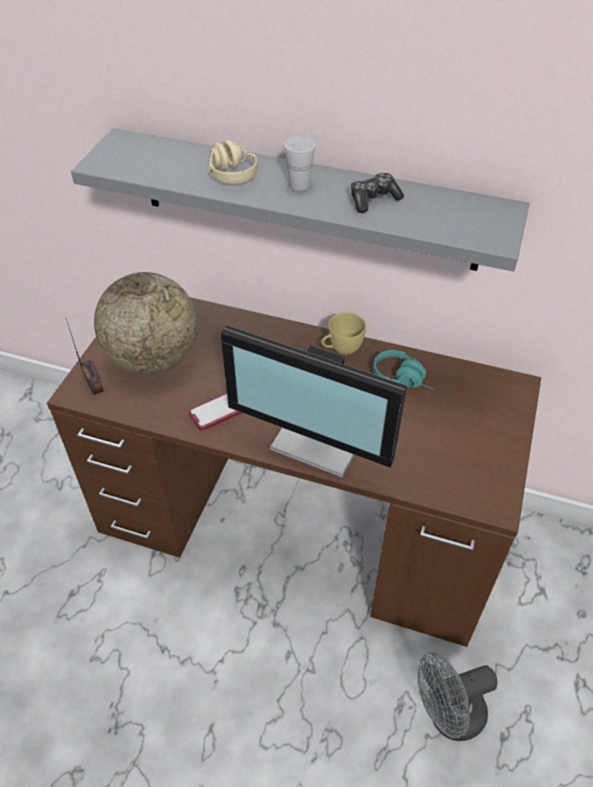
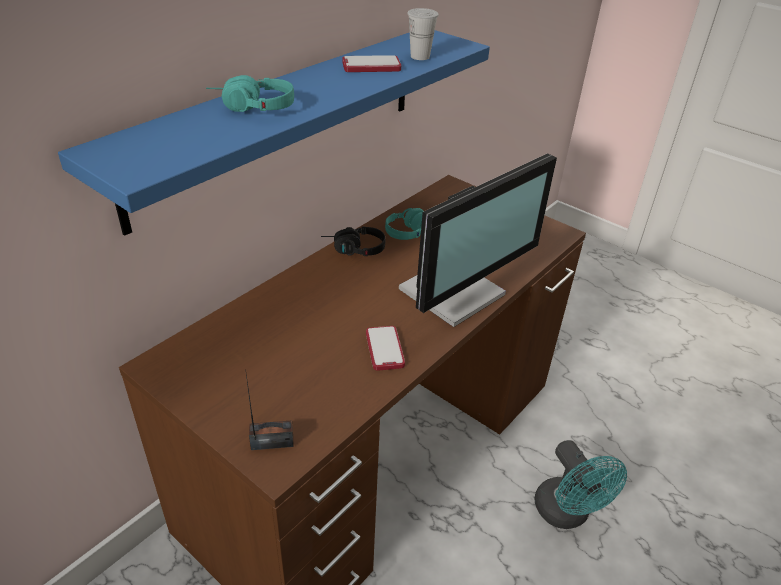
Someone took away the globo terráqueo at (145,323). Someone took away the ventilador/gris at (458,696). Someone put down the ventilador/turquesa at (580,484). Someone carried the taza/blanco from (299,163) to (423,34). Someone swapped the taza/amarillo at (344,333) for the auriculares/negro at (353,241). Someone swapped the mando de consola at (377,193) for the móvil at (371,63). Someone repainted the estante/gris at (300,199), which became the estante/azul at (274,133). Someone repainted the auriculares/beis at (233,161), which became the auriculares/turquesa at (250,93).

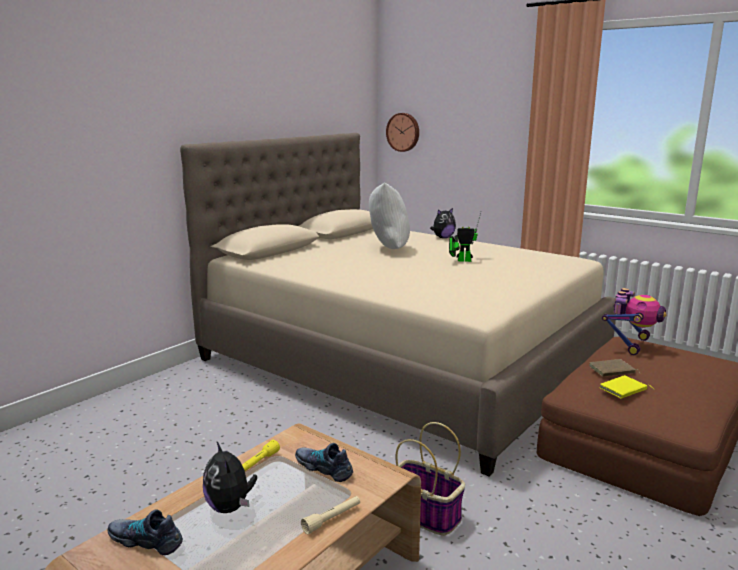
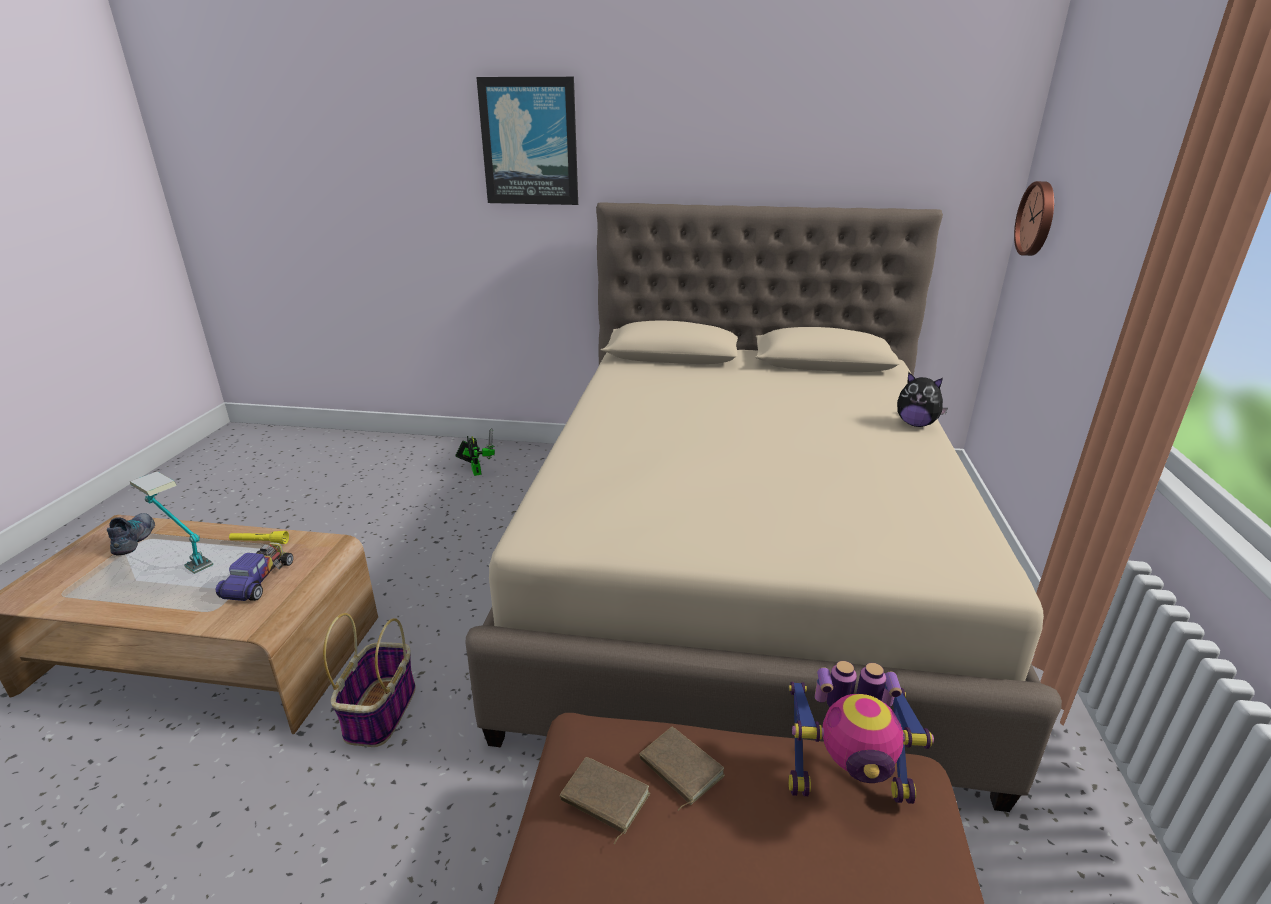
Someone took away the linterna/beis at (330,515). Someone took away the cojín/blanco at (389,215). Someone put up the cuadro at (527,141). Someone carried the robot de juguete from (465,237) to (475,452). Someone swapped the peluche at (230,477) for the lámpara de mesa at (171,522). Someone swapped the zapato at (324,462) for the coche de juguete at (254,572). Someone repainted the libro/amarillo at (627,387), which became the libro/marrón at (605,800).

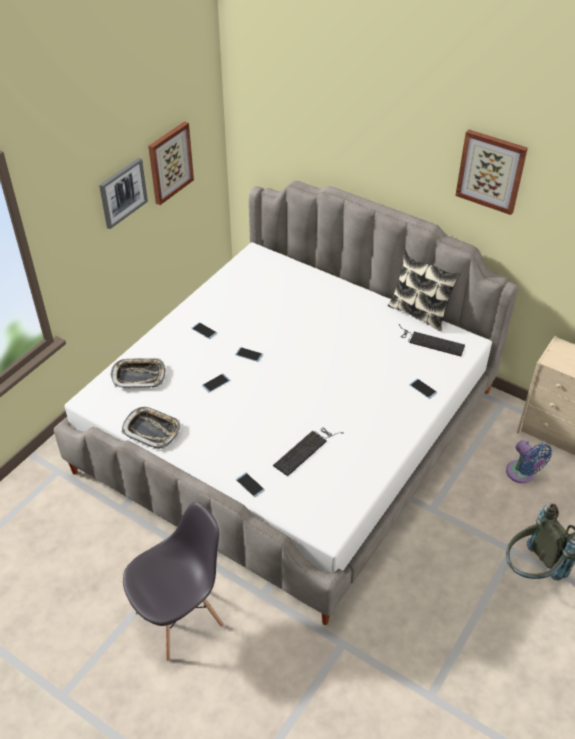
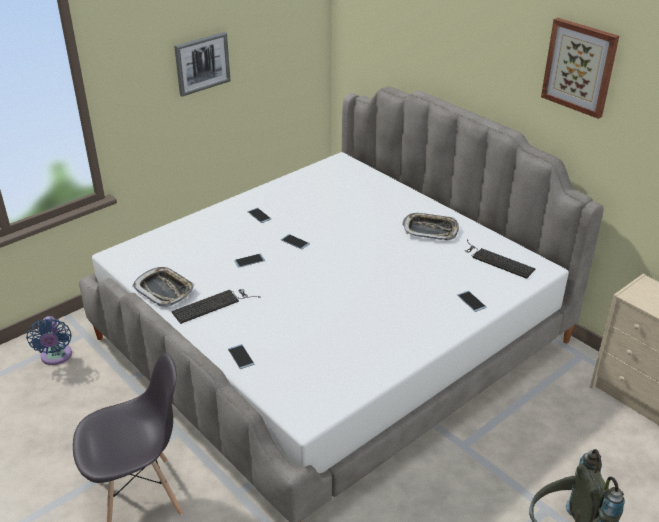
Someone took away the cuadro at (171,163). Someone took away the cojín at (424,291). Someone carried the bandeja from (138,373) to (430,226). Someone carried the teclado from (308,451) to (216,306). Someone carried the ventilador/azul from (529,461) to (49,340).

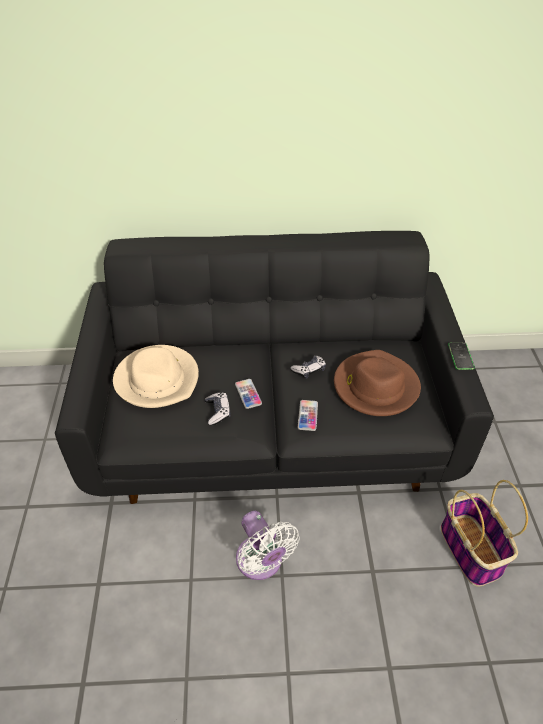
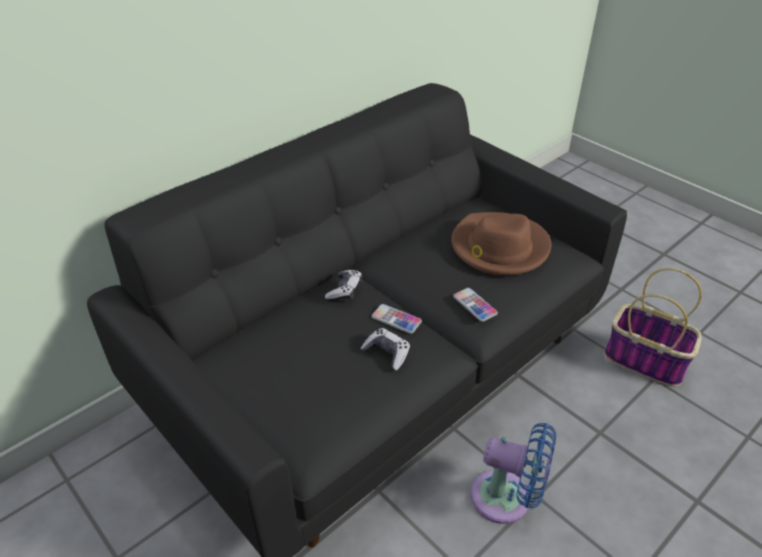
Someone took away the sombrero/beis at (156,376). Someone took away the móvil at (461,356). Someone carried the mando de consola from (308,367) to (343,285). Someone repainted the ventilador/blanco at (267,545), which became the ventilador/azul at (513,473).

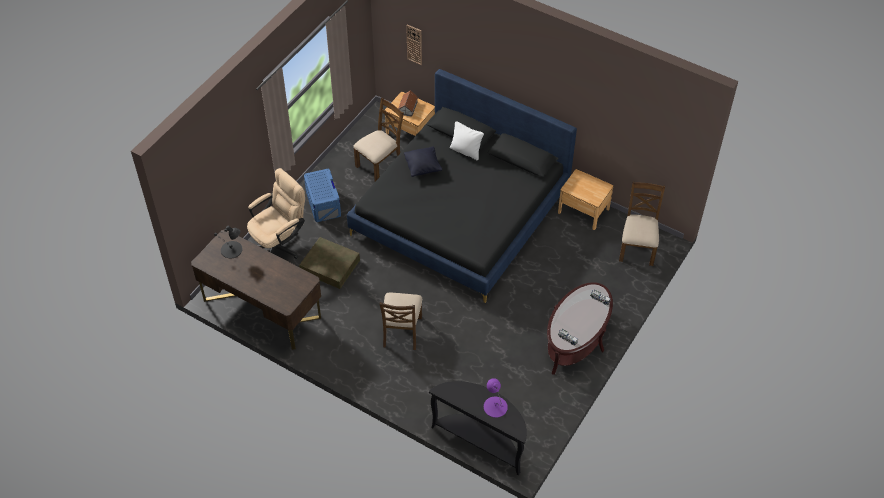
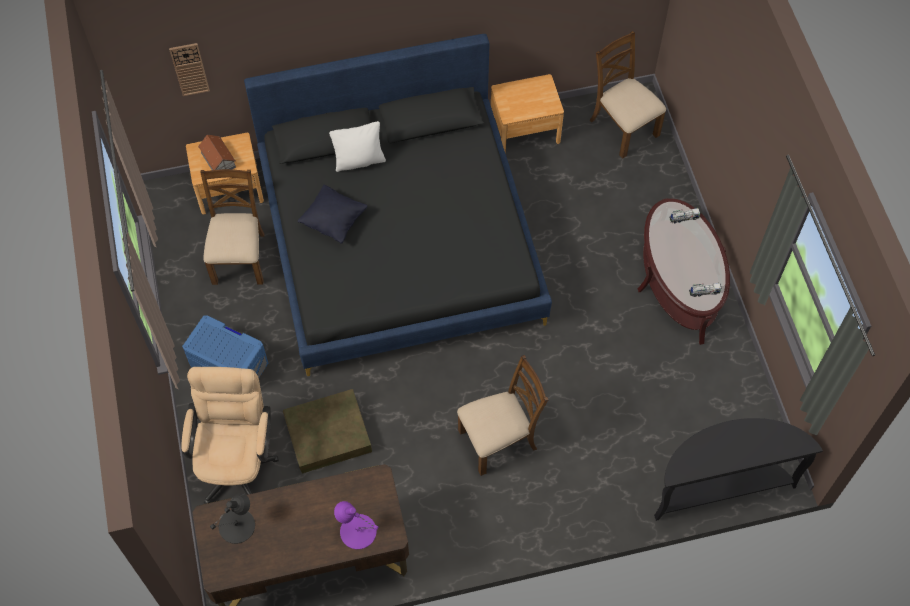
Someone carried the lámpara de mesa/morado from (496,398) to (356,525). Someone rotated the silla/marrón at (400,321) by 75 degrees counterclockwise.

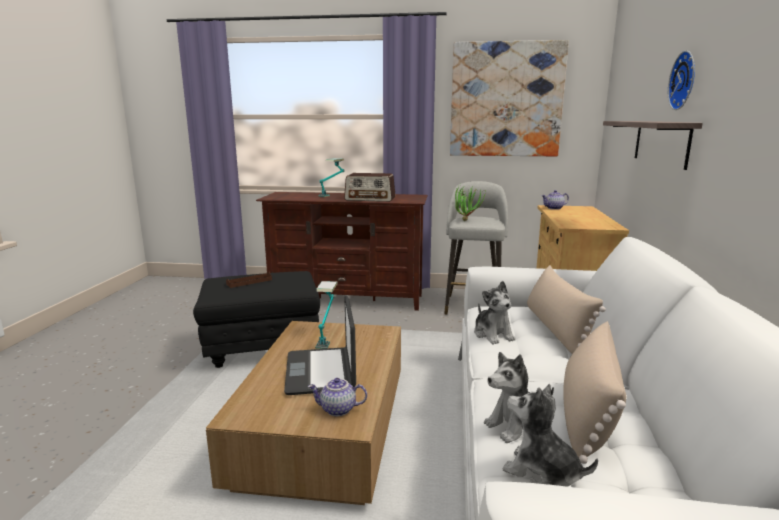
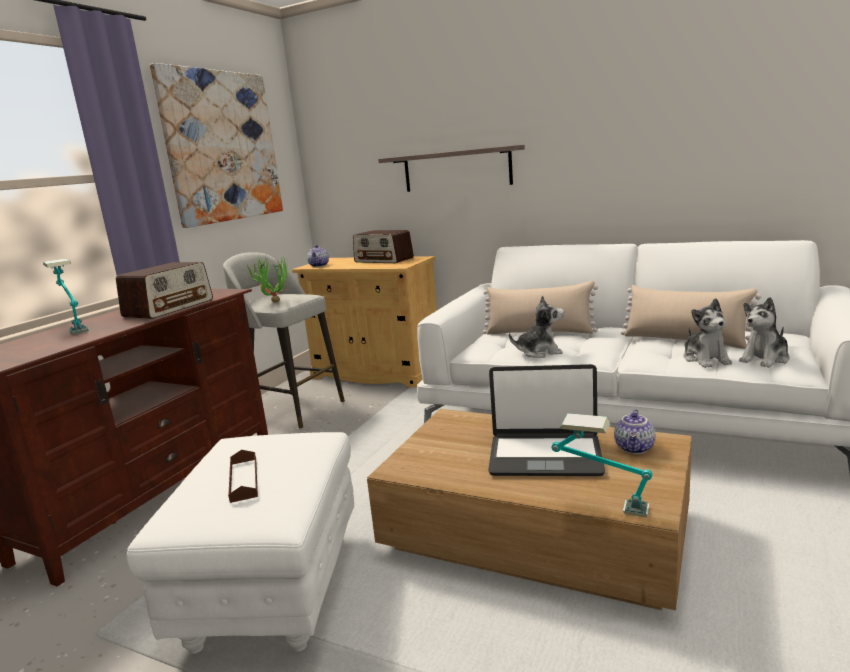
Someone took away the reloj de pared at (681,80). Someone put down the radio at (383,246). Someone carried the lámpara de mesa from (326,315) to (601,465). Someone repainted the puf/negro at (256,319), which became the puf/blanco at (240,543).

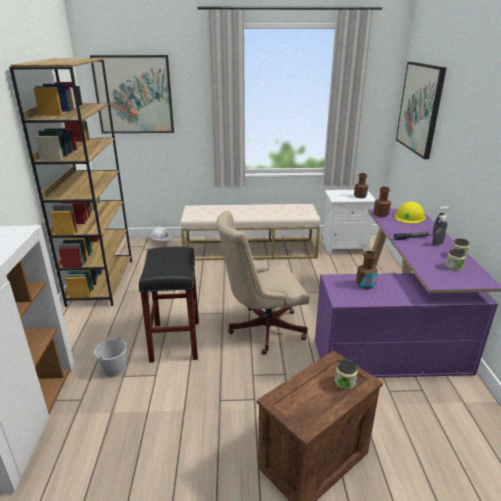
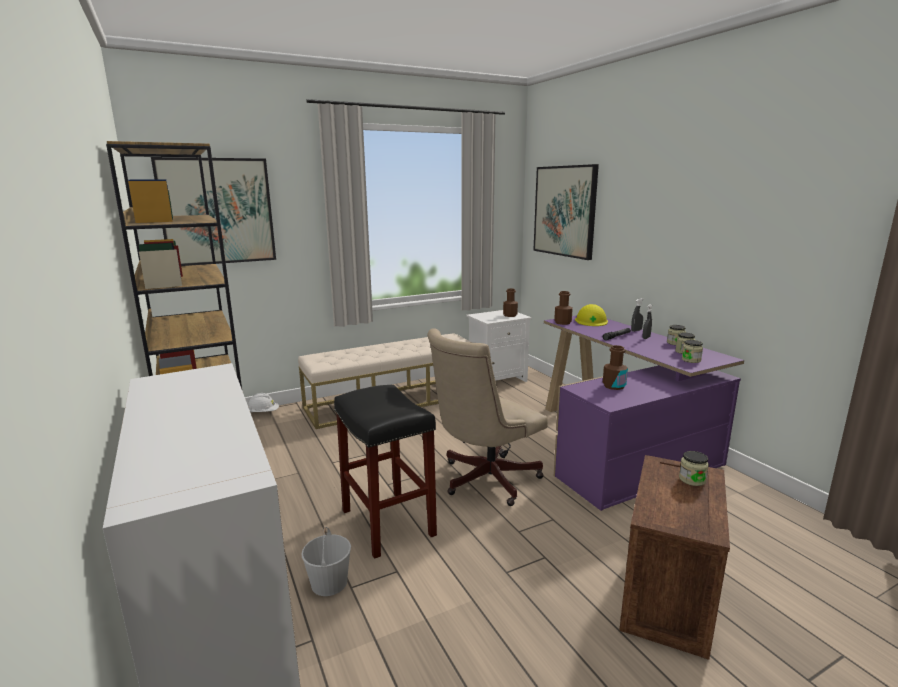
Someone put down the tarro at (692,351).

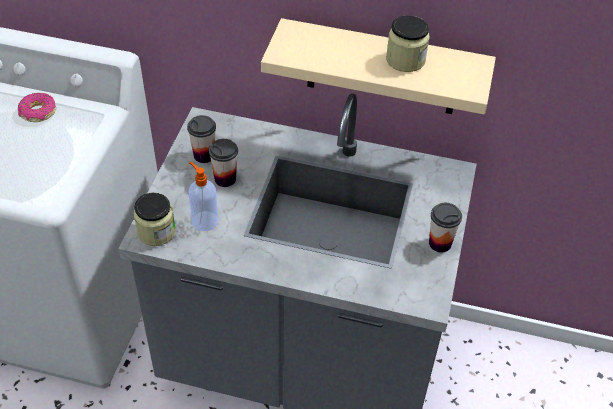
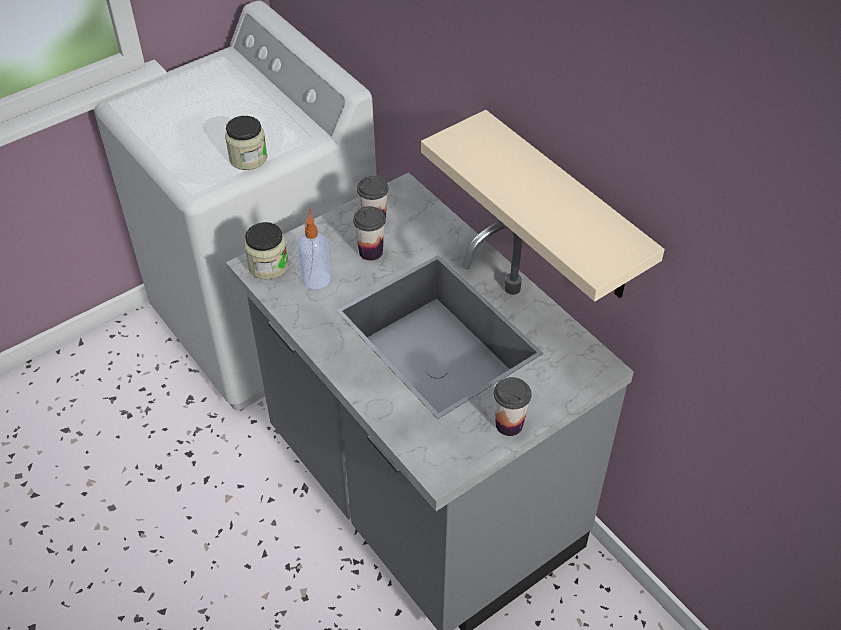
Someone took away the rosquilla at (37,107). Someone carried the tarro from (408,44) to (246,143).

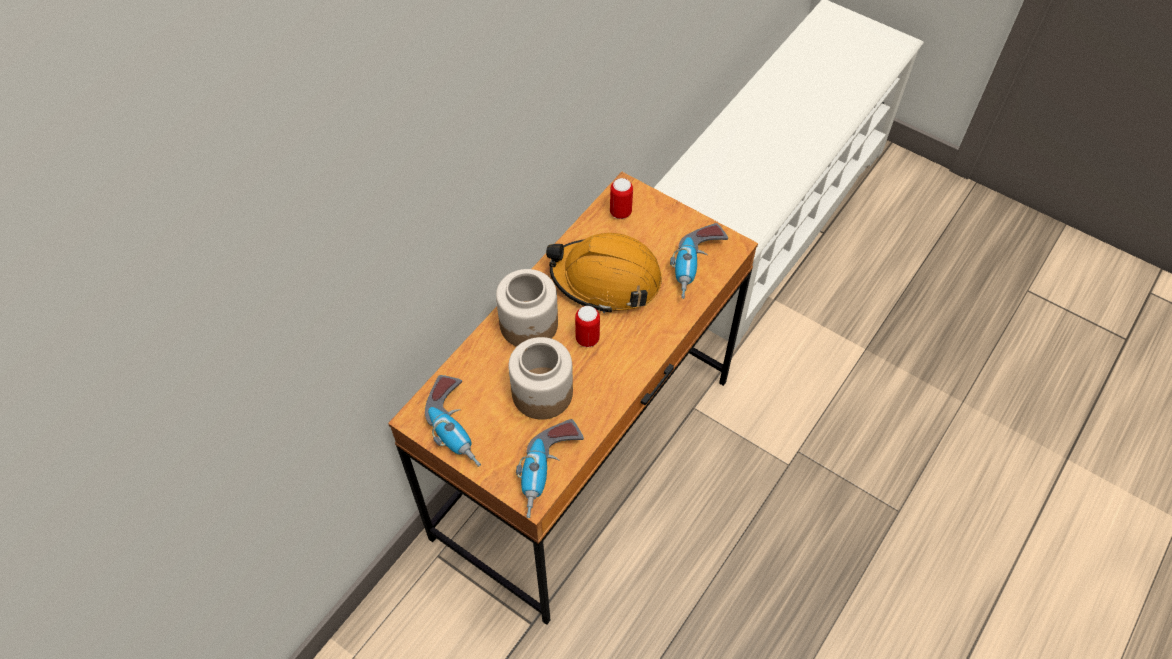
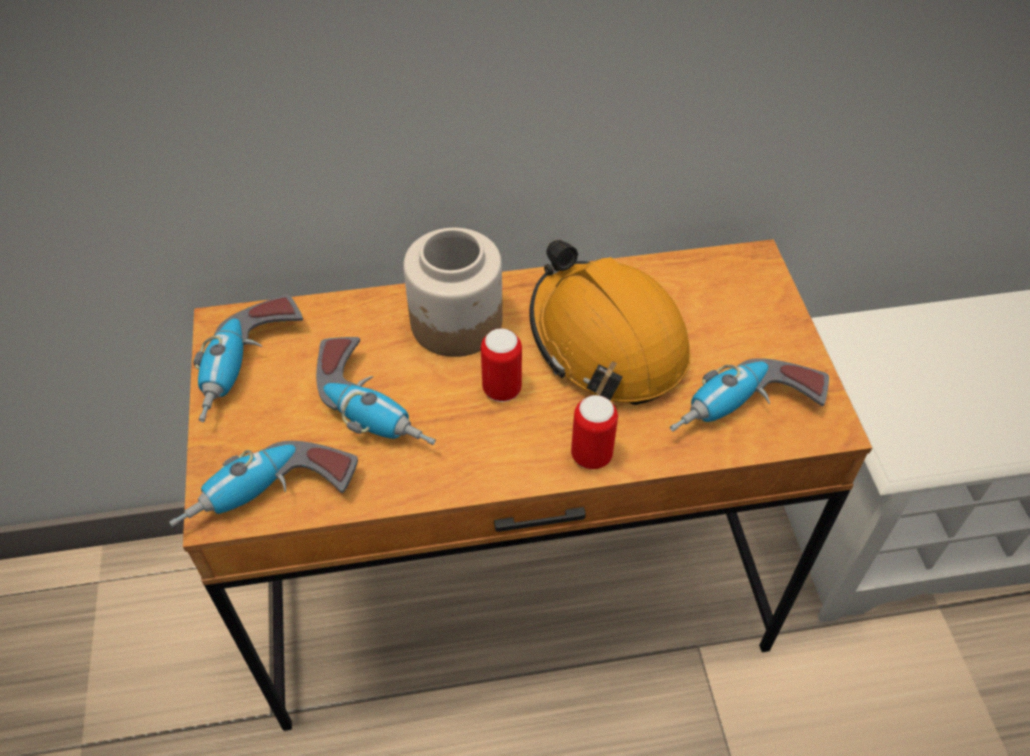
Someone carried the lata from (621,198) to (594,432). Someone swapped the tarro at (541,378) for the taladro at (376,391).

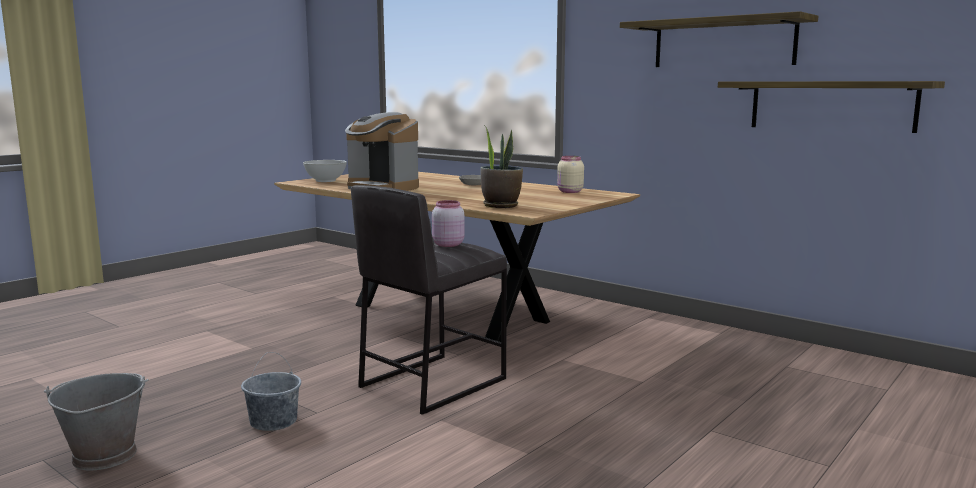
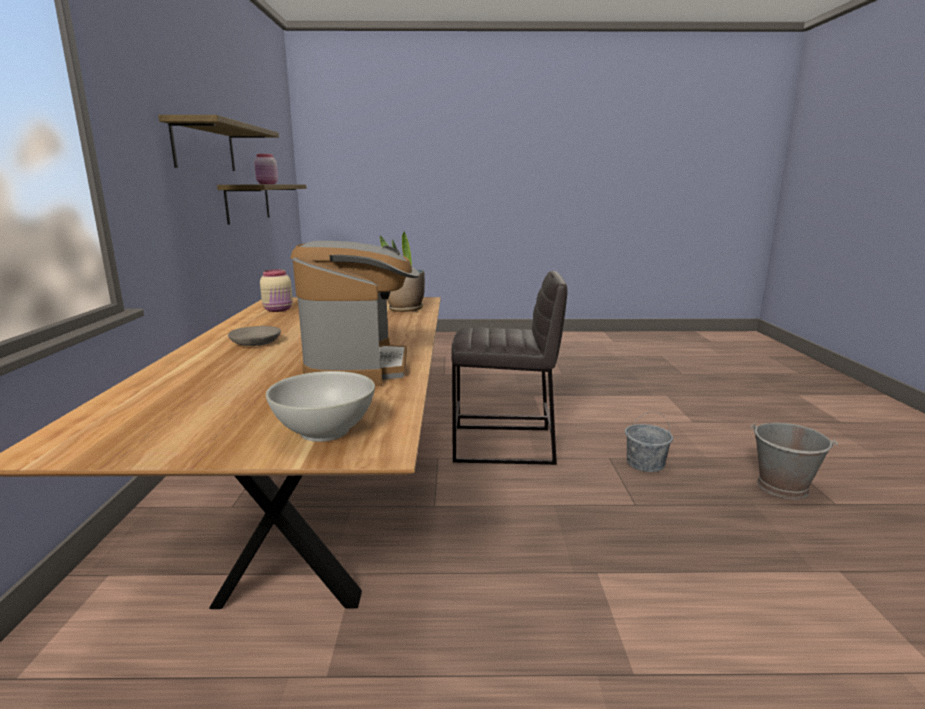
Someone carried the tarro/rosa from (448,223) to (266,169).

